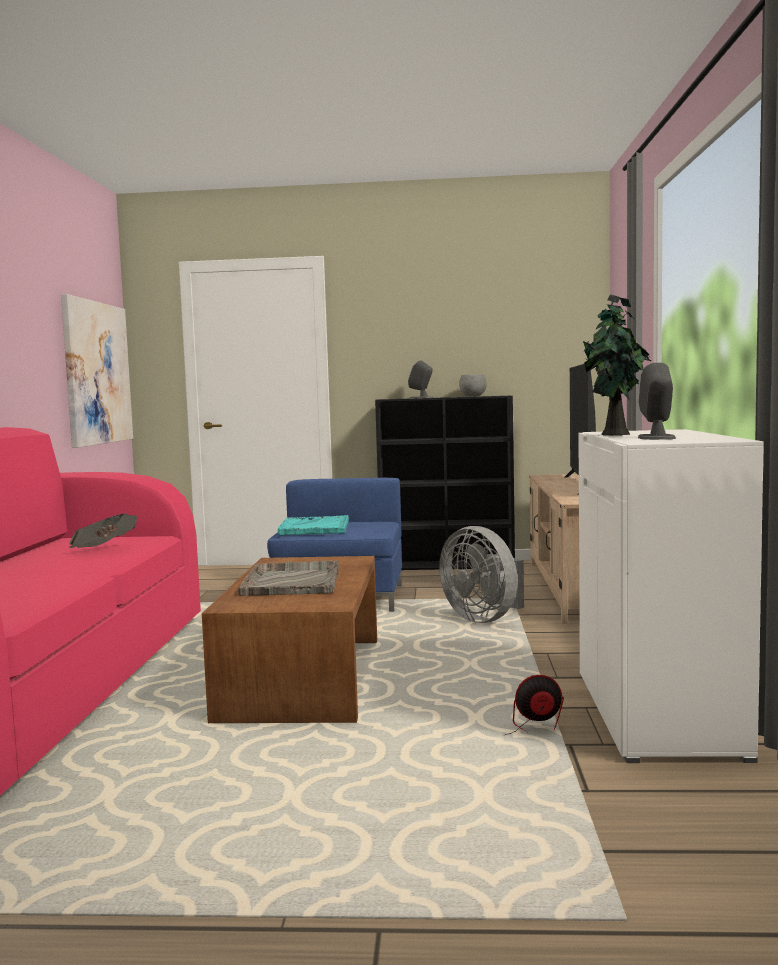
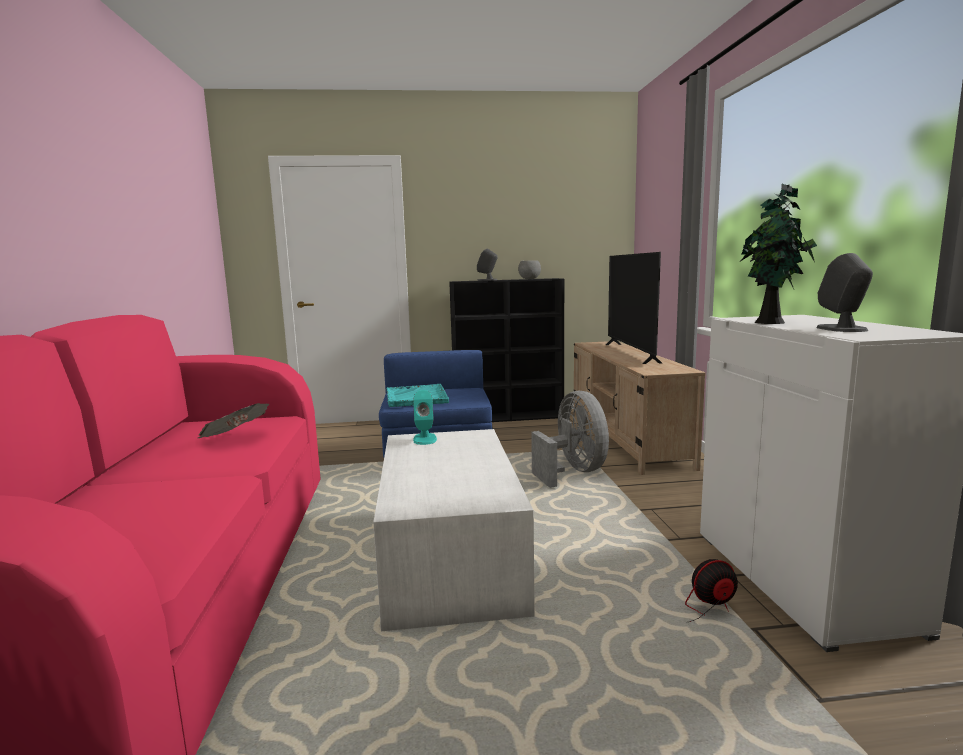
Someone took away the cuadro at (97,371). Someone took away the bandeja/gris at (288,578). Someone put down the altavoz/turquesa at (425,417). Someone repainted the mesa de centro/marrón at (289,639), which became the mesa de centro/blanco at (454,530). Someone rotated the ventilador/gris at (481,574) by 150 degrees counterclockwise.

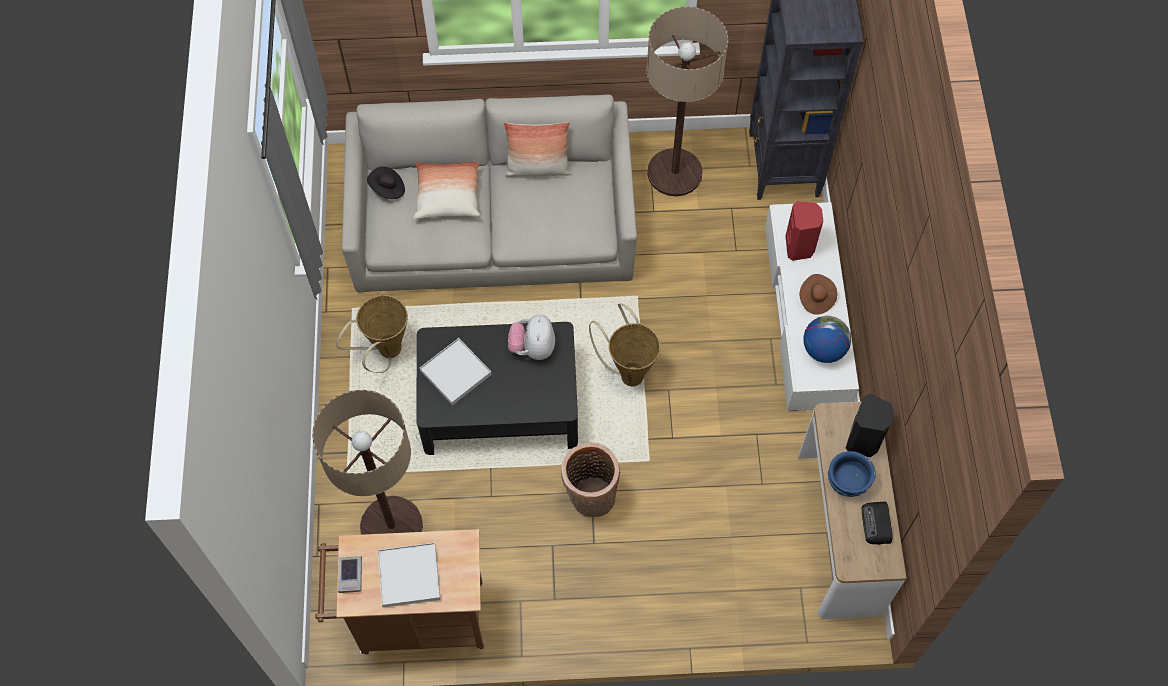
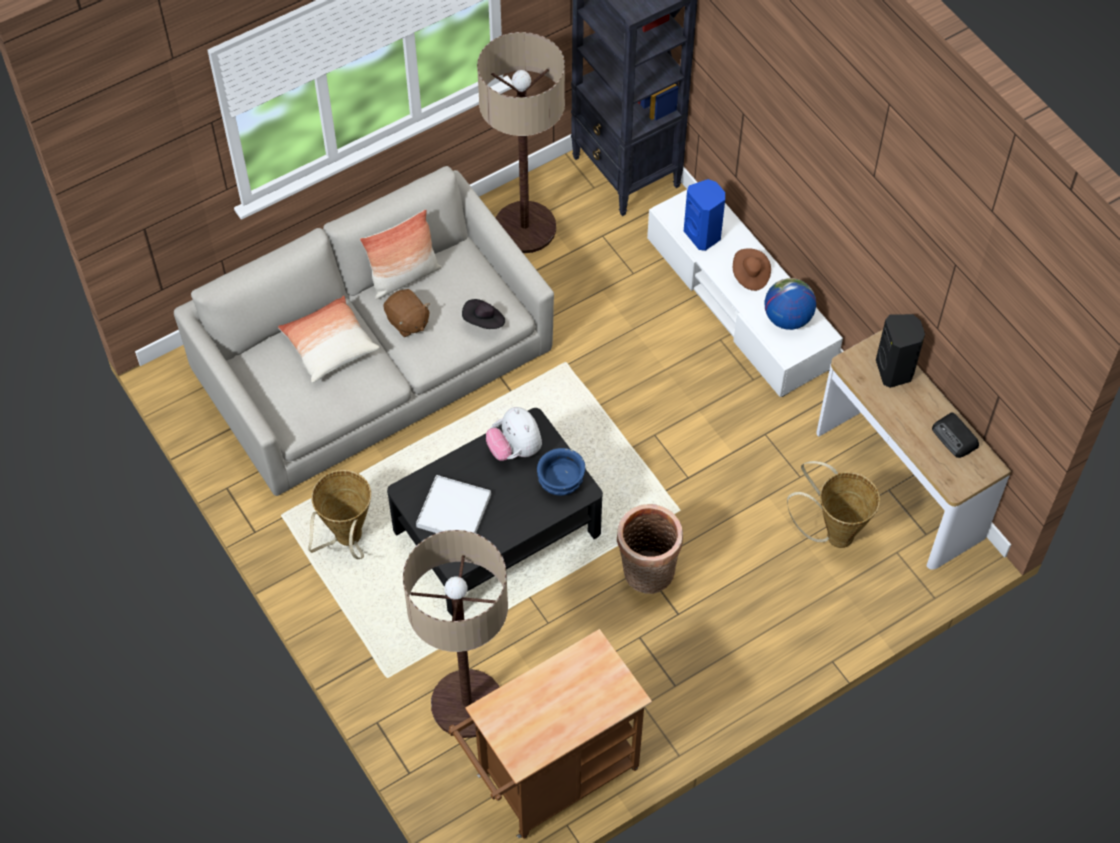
Someone took away the libro at (350,574). Someone took away the bandeja/blanco at (409,574). Someone put down the peluche/marrón at (406,313). Someone carried the sombrero/negro from (386,183) to (483,314). Someone carried the cesta from (624,345) to (833,504). Someone carried the cuenco/azul from (852,474) to (561,472). Someone repainted the altavoz/rojo at (804,231), which became the altavoz/azul at (704,215).

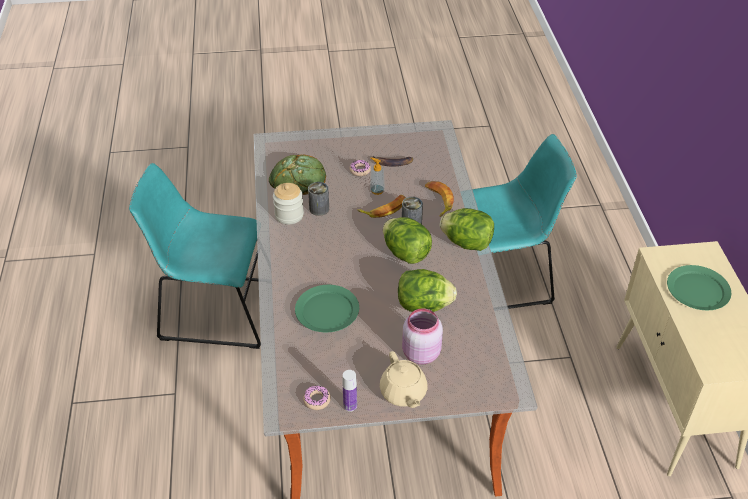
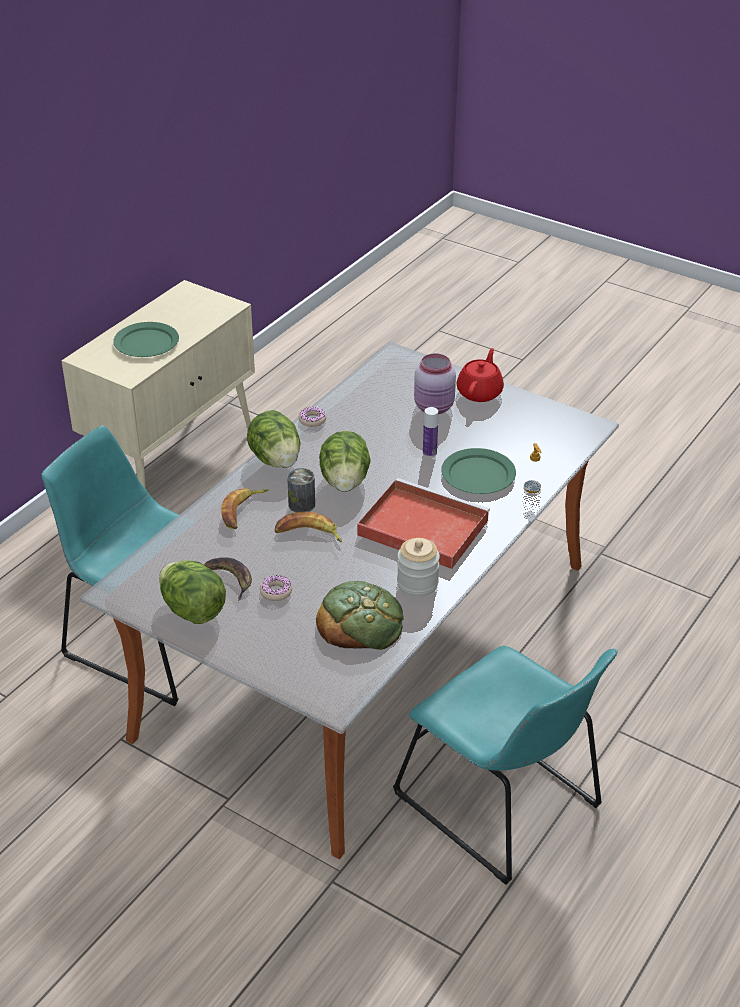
Someone took away the lata at (318,199). Someone put down the bandeja/rojo at (423,523). Someone carried the rosquilla from (317,398) to (312,416). Someone carried the botella from (350,391) to (430,432). Someone carried the dispensador de jabón from (377,176) to (533,468). Someone carried the lechuga from (427,290) to (192,592). Someone repainted the tetera/beis at (403,379), which became the tetera/rojo at (480,375).

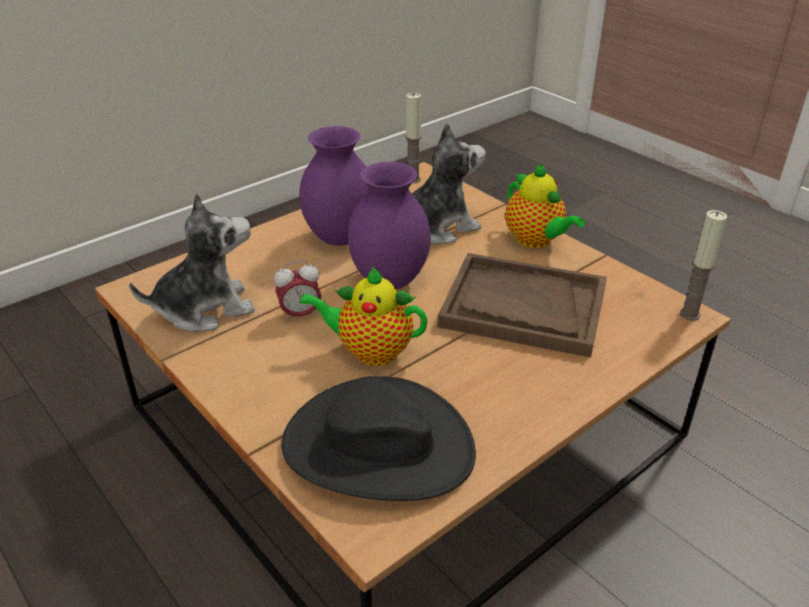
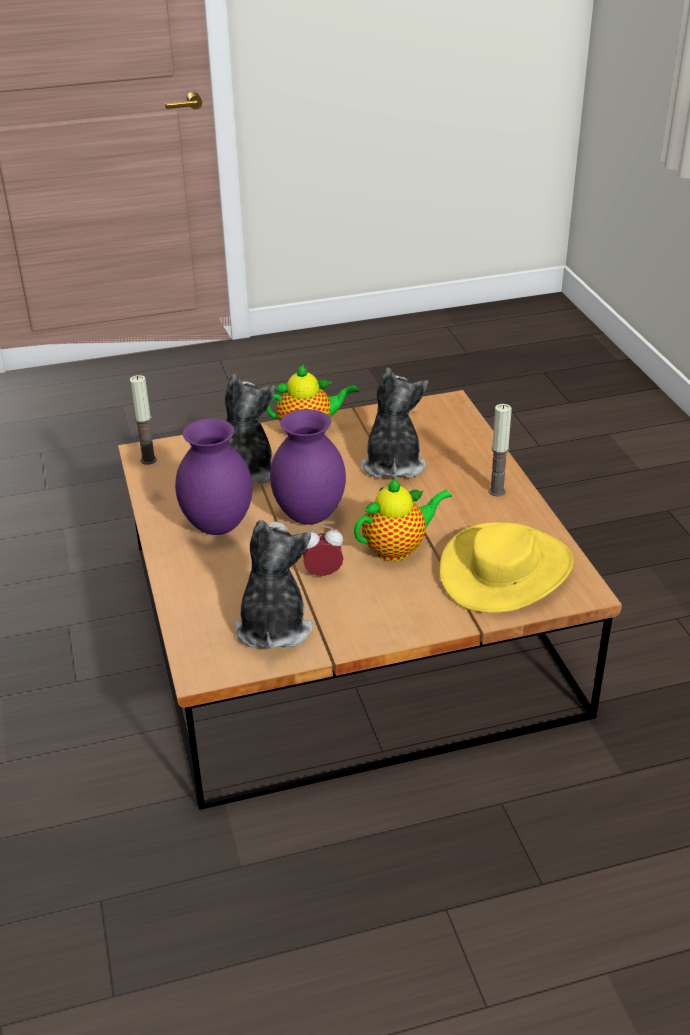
Someone carried the vela from (703,265) to (500,450). Someone swapped the bandeja/marrón at (522,305) for the peluche at (394,423). Someone repainted the sombrero/negro at (379,438), which became the sombrero/amarillo at (506,567). Someone rotated the despertador at (298,291) by 105 degrees counterclockwise. Someone rotated the tetera at (363,316) by 150 degrees counterclockwise.

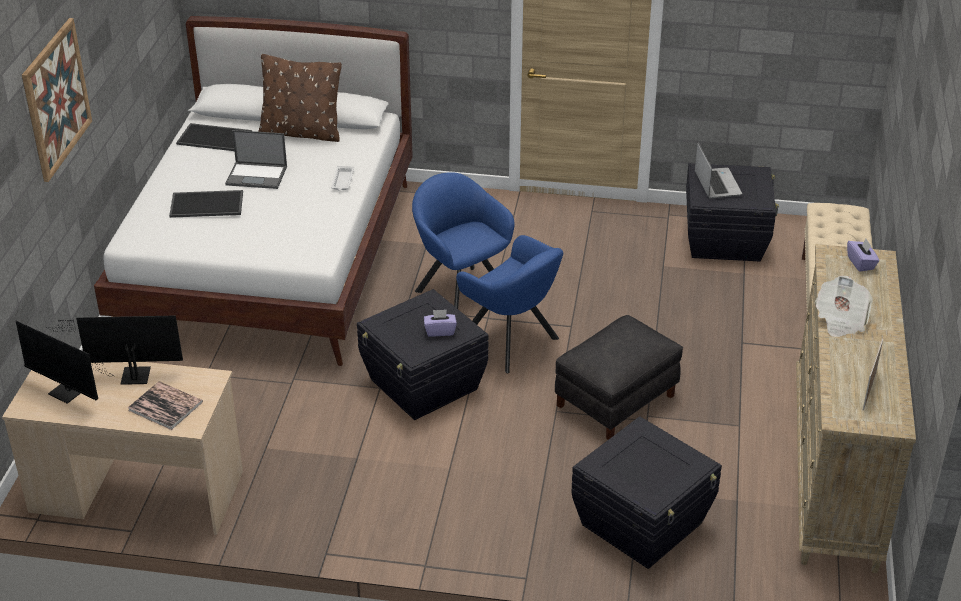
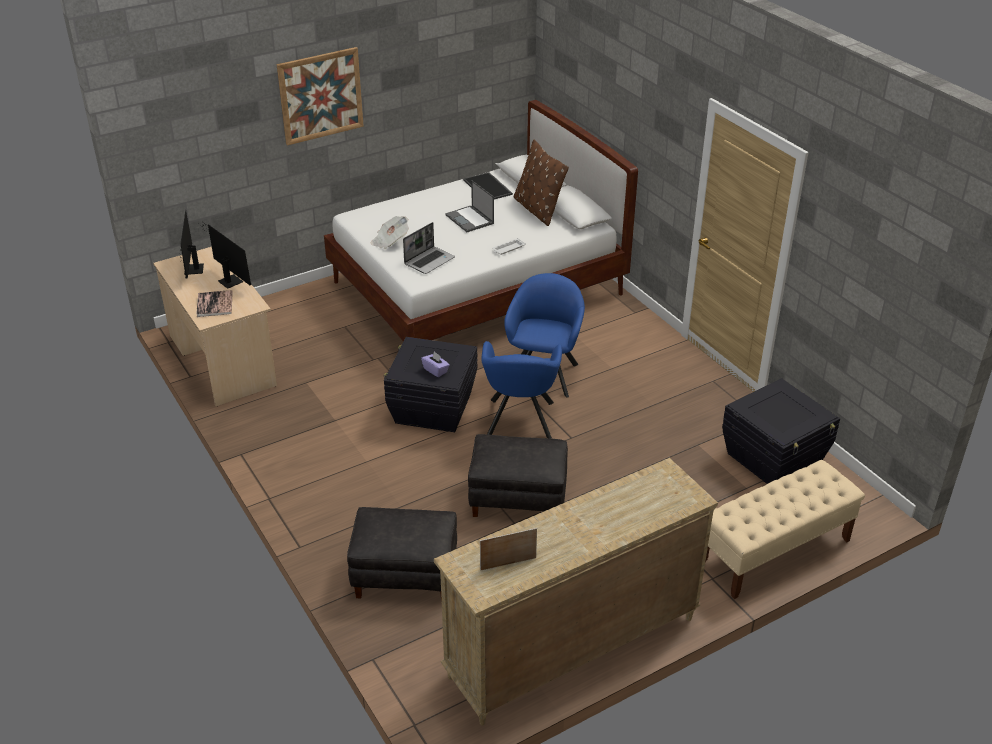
Someone took away the bandeja at (206,204). Someone took away the caja de pañuelos/morado at (863,255). Someone carried the portátil from (718,170) to (429,248). Someone carried the periódico from (844,306) to (390,232). Someone swapped the caja de almacenaje/negro at (646,492) for the puf/negro at (402,554).

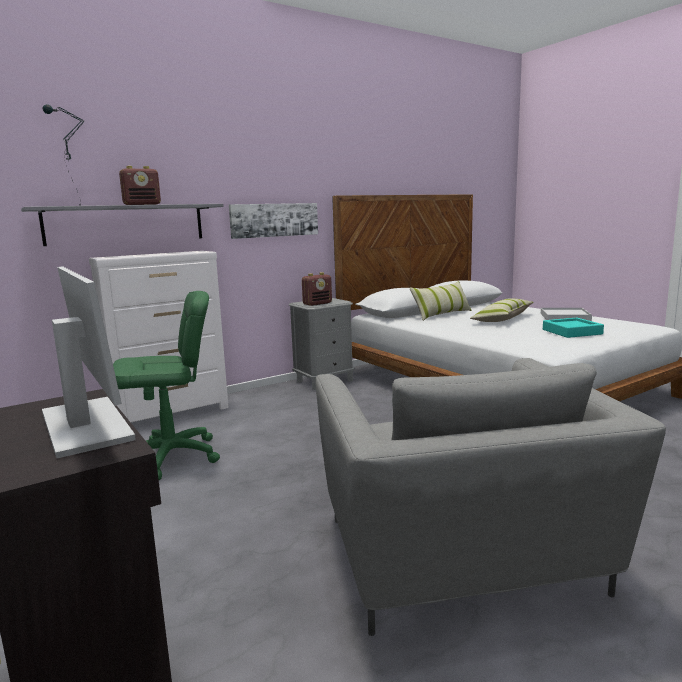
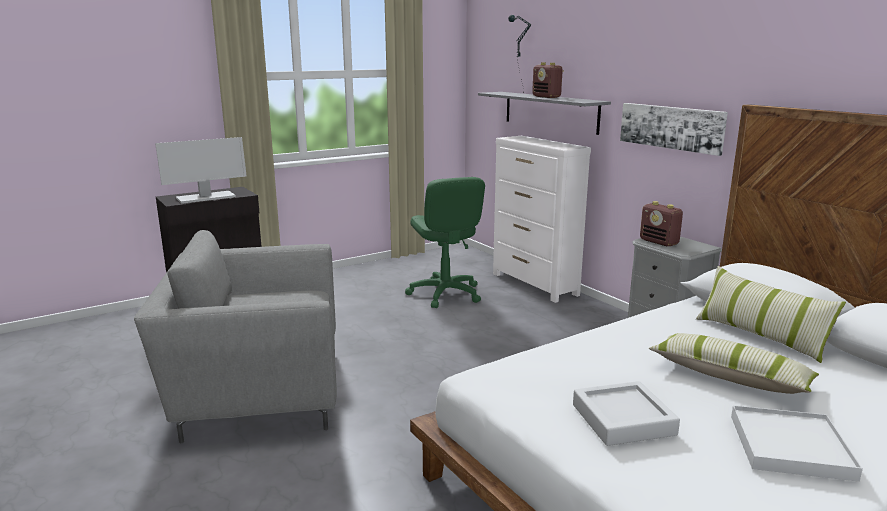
Someone repainted the bandeja/turquesa at (573,328), which became the bandeja/gris at (626,413).

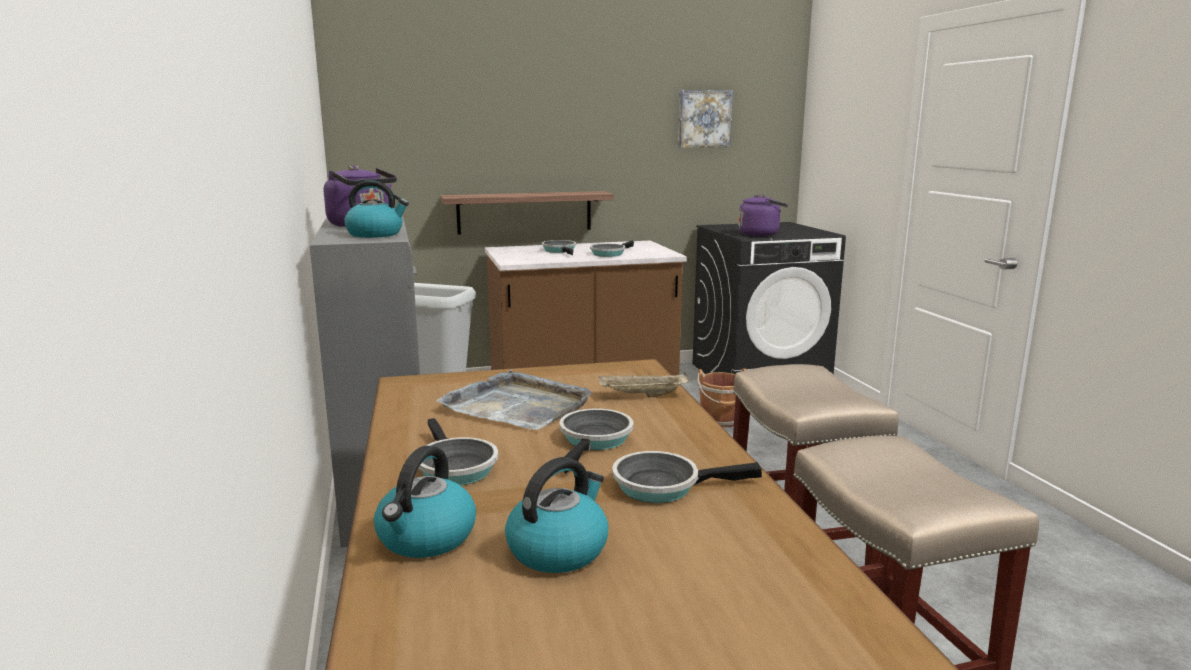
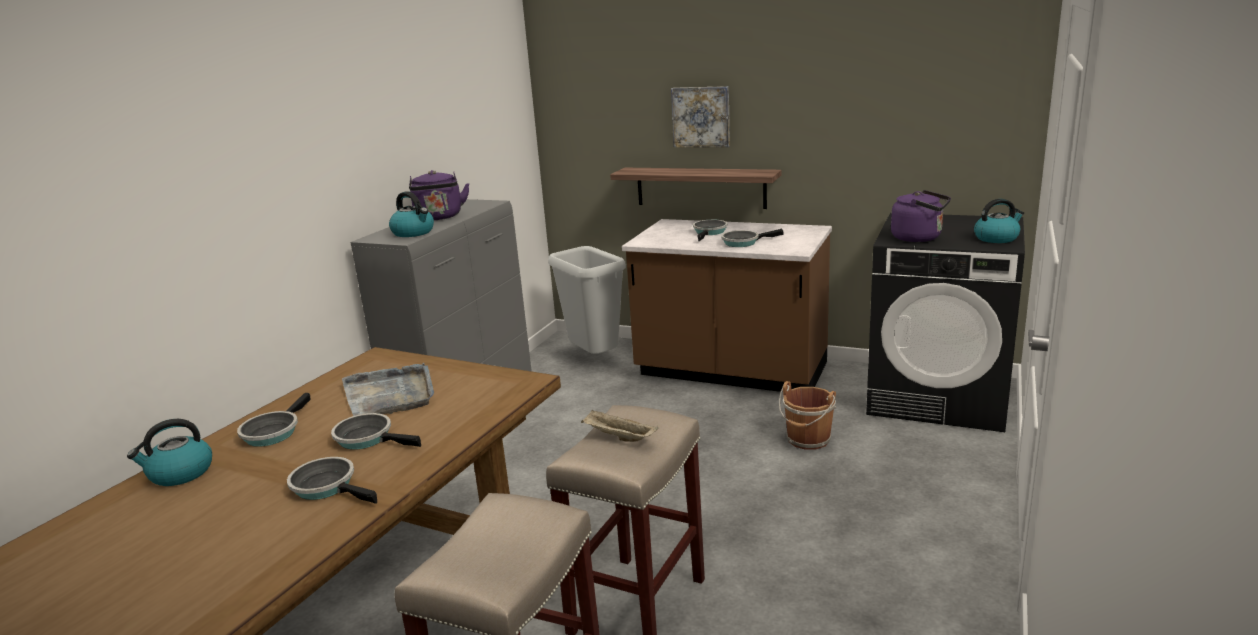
Someone carried the hervidor from (556,515) to (999,221). Someone carried the bandeja/beis from (643,385) to (620,425). Someone carried the cuadro from (705,119) to (700,117). Someone rotated the sartén at (596,441) by 120 degrees counterclockwise.

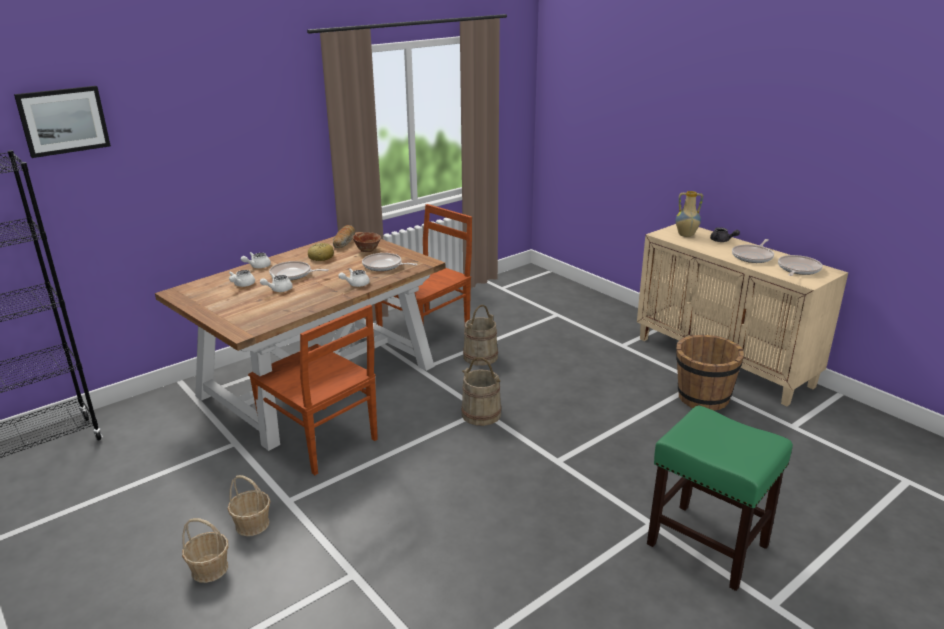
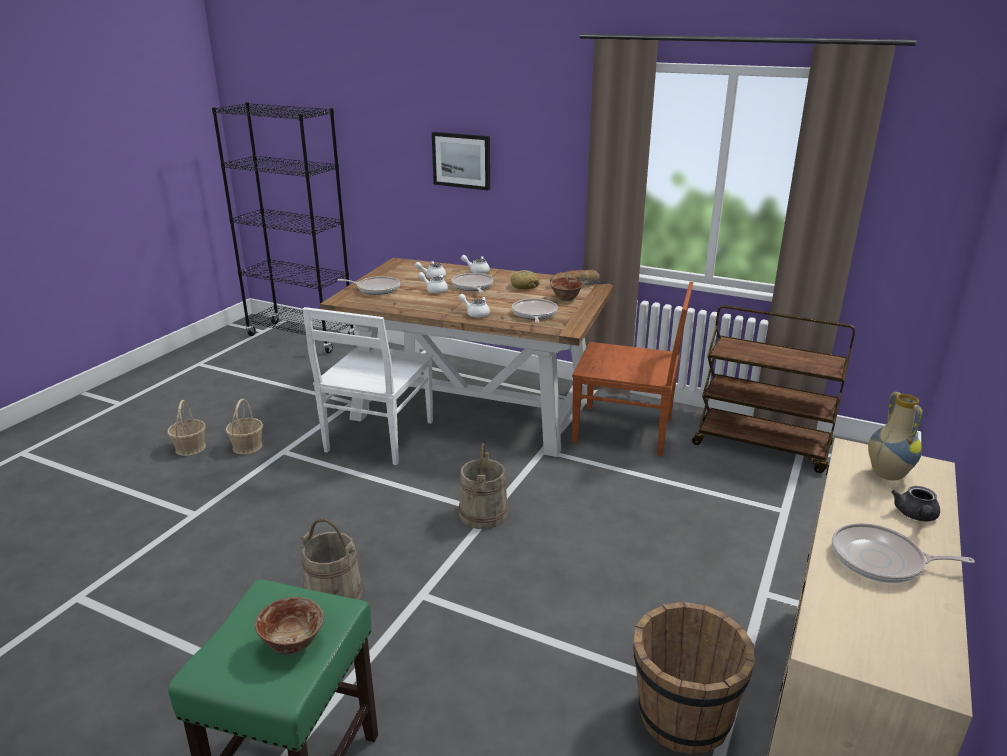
Someone put down the cuenco at (289,625). Someone put down the carrito/marrón at (773,389). Someone carried the cuadro from (62,122) to (461,161). Someone carried the cubo/beis from (480,335) to (332,559). Someone carried the sartén from (800,265) to (368,285). Someone repainted the silla/marrón at (313,390), which became the silla/blanco at (368,386).

